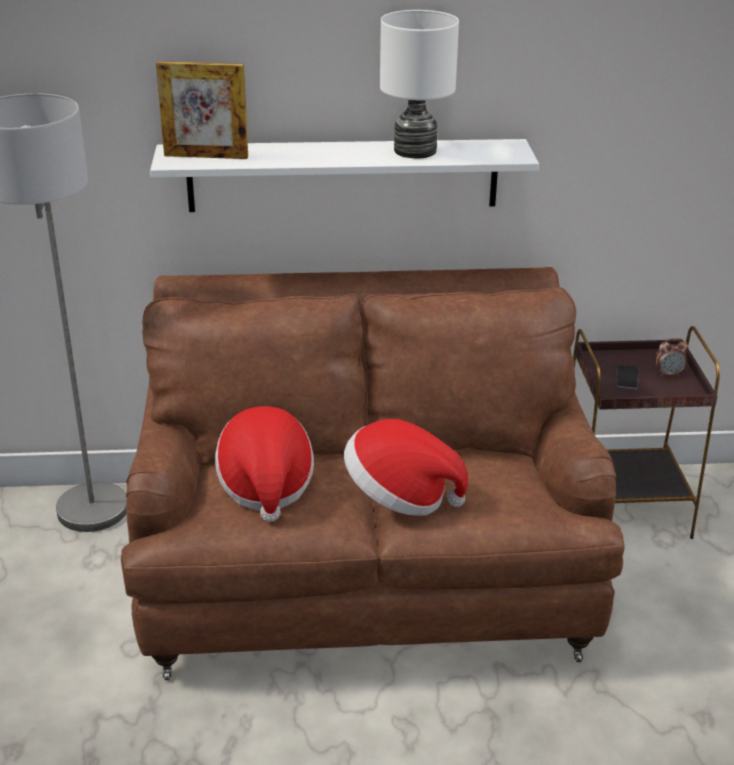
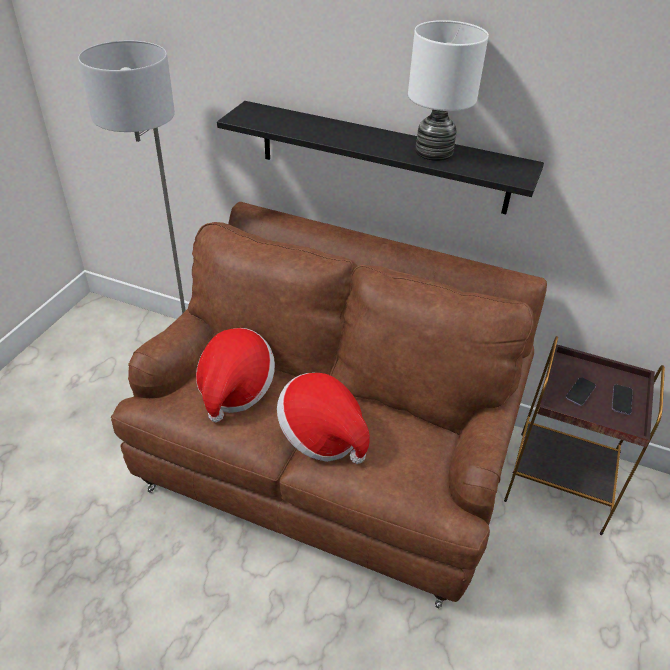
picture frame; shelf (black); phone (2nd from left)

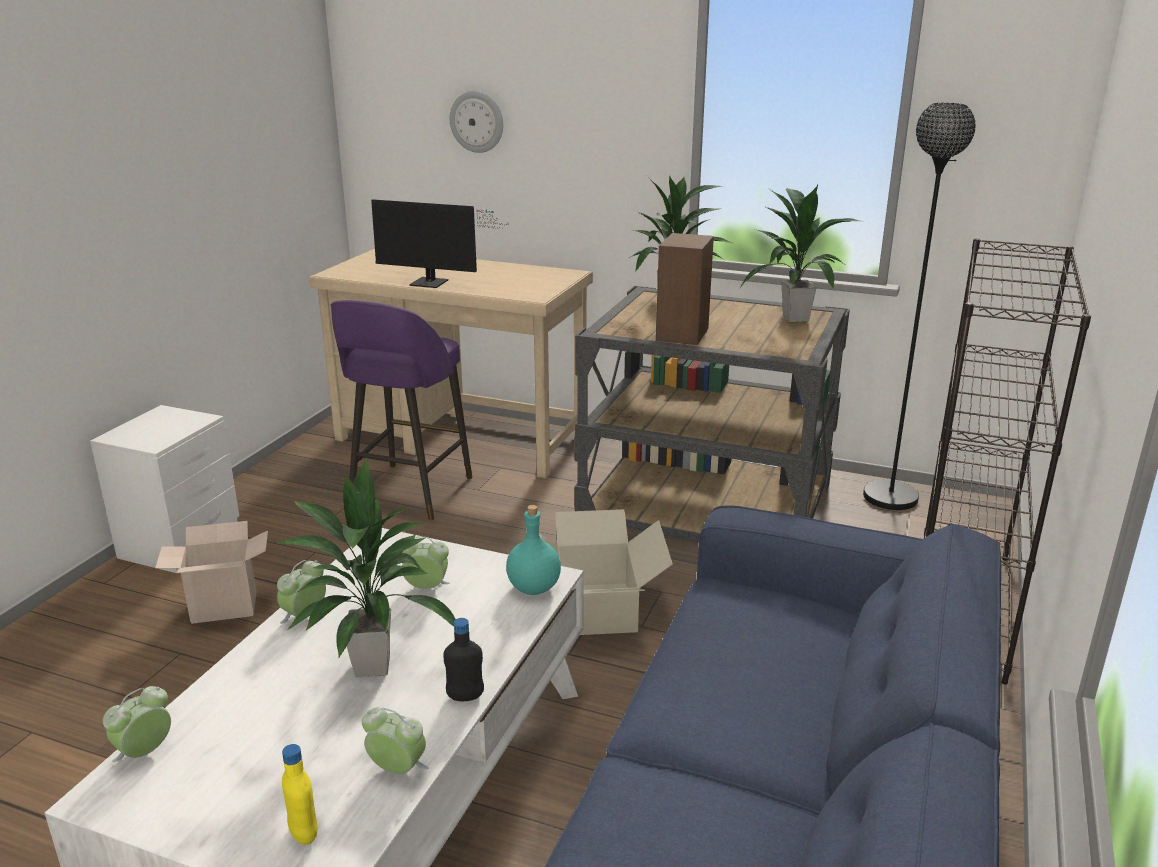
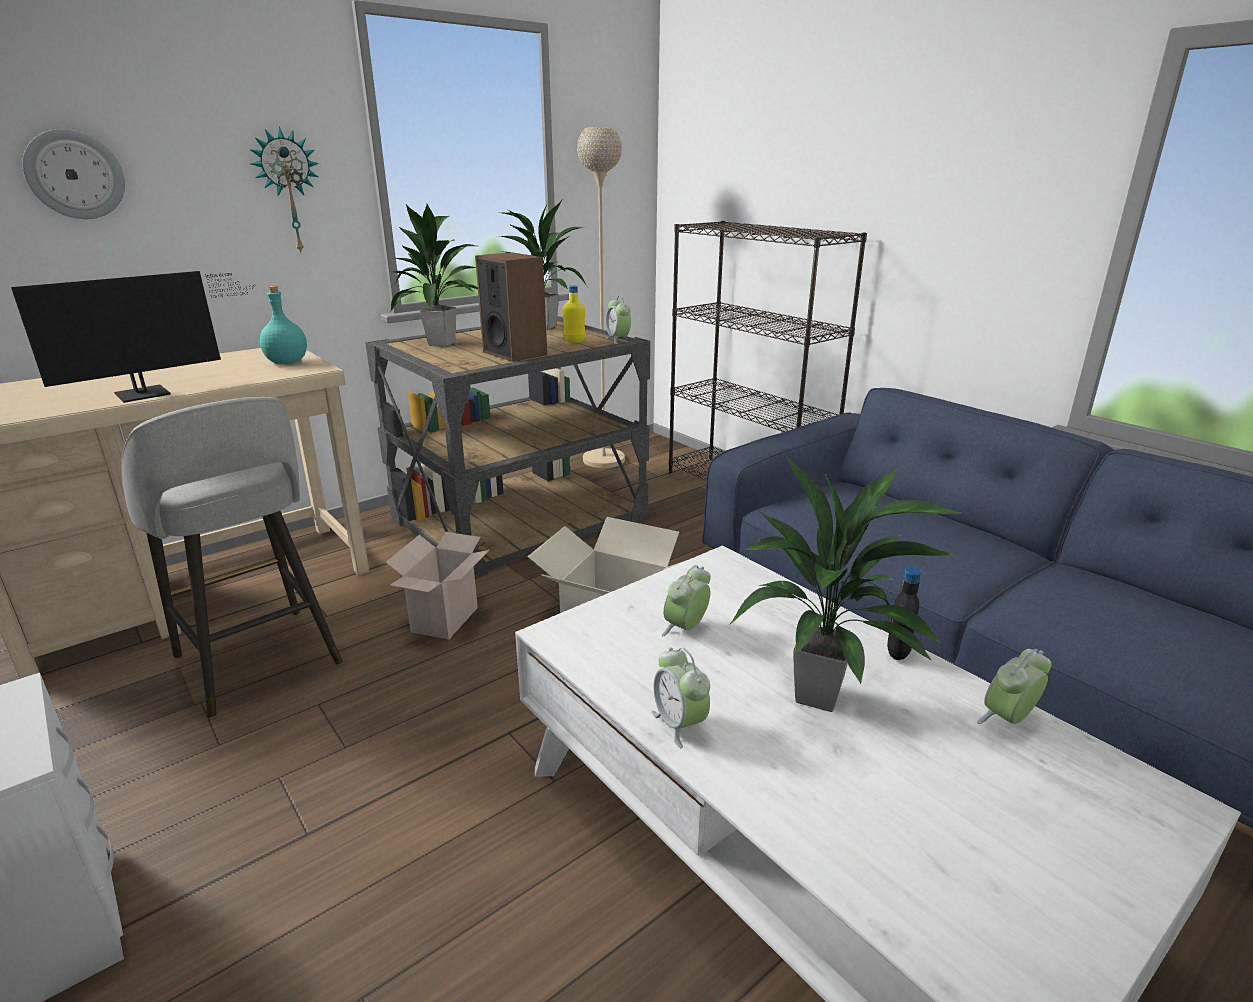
floor lamp (beige-coloured); stool (gray); bottle (blue-green); carton (1st from left); alarm clock (1st from left); bottle (yellow); hanging clock (2nd from left)

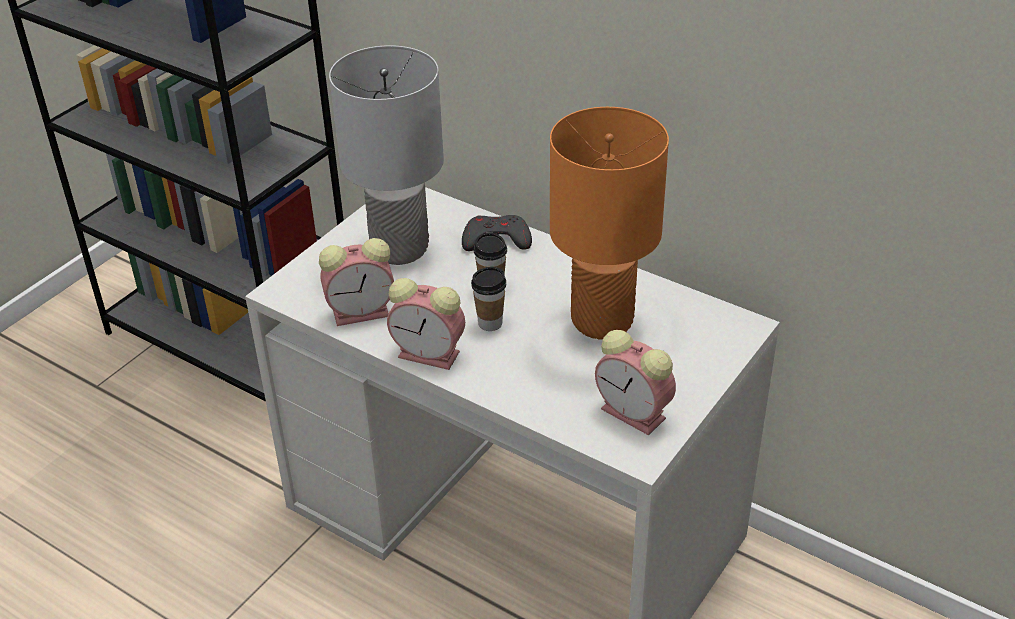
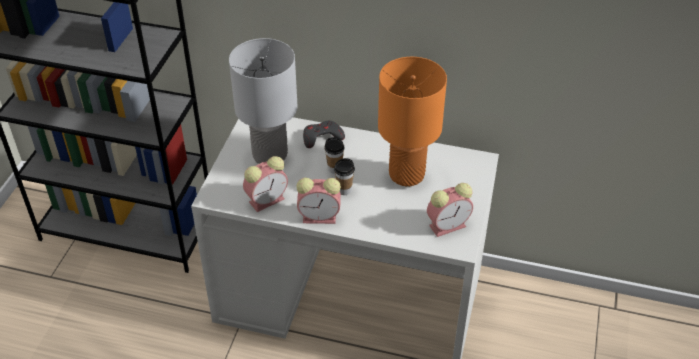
alarm clock (3rd from left)

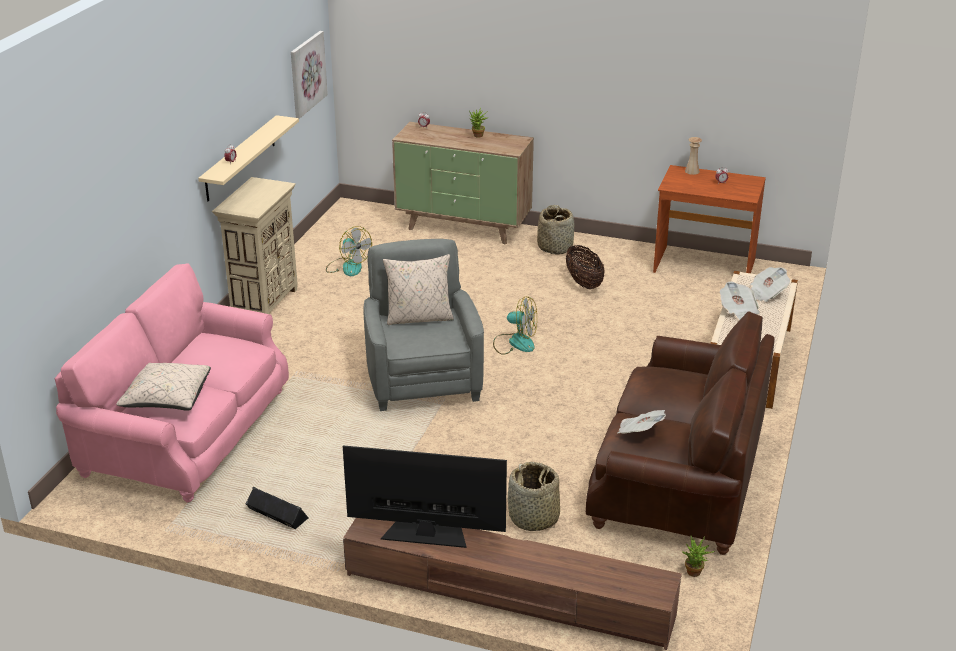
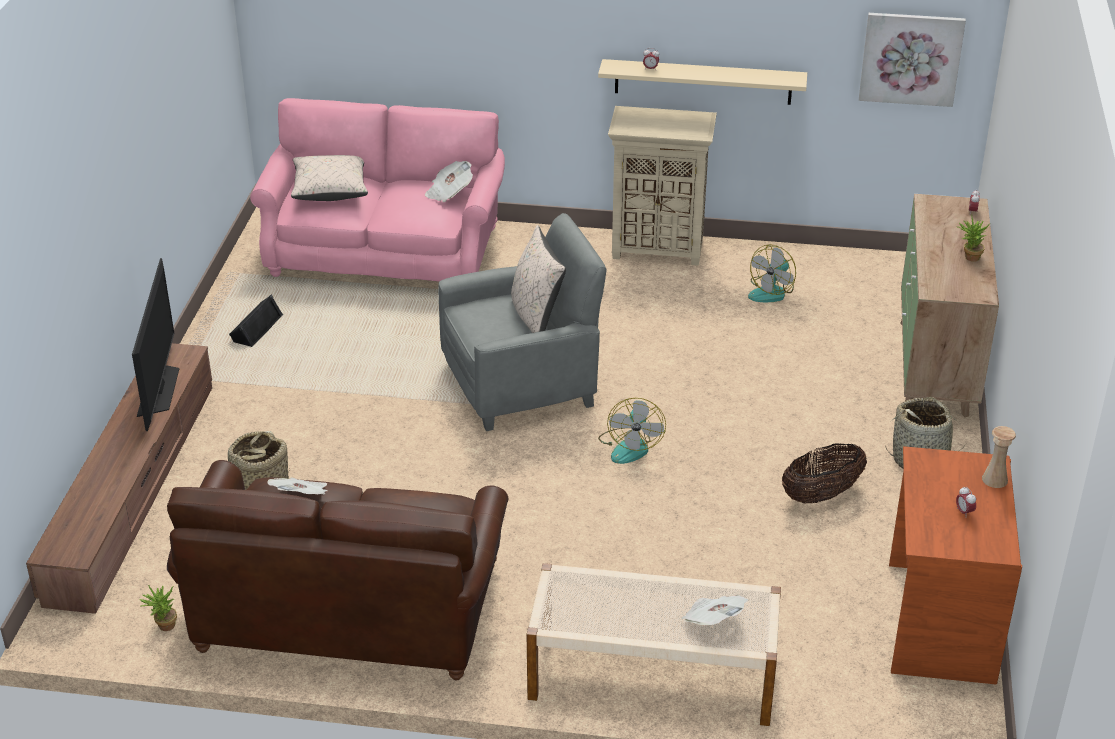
printed paper (2nd from left)

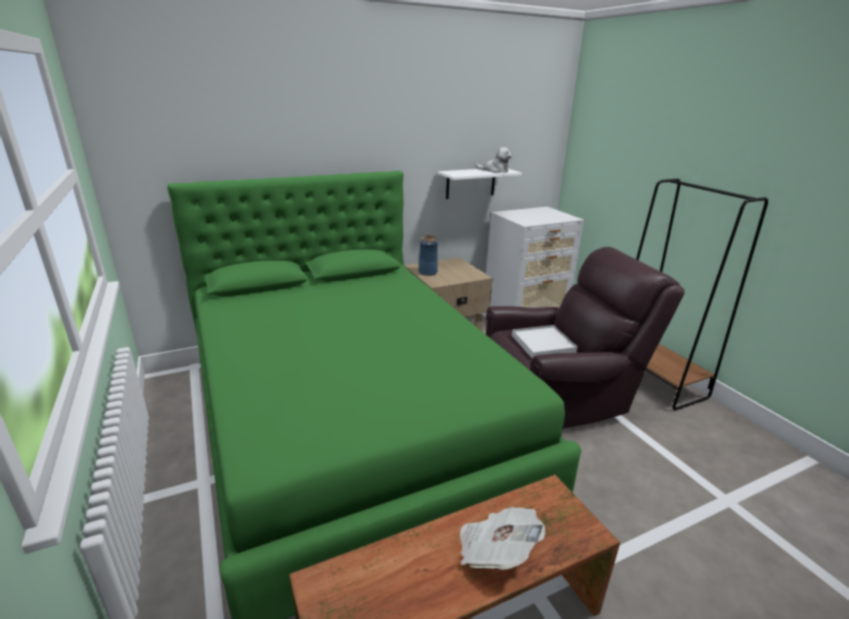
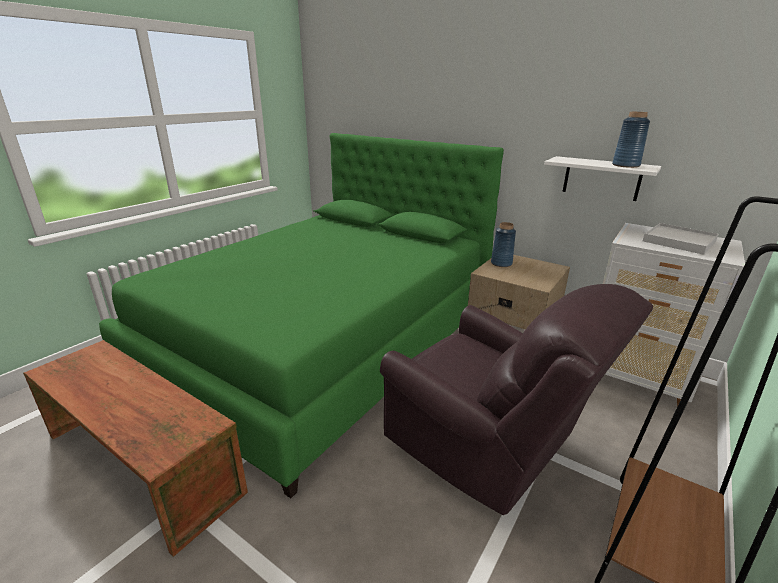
decorative vase (blue-coloured) (2nd from left); carrying tray (white-coloured); printed paper

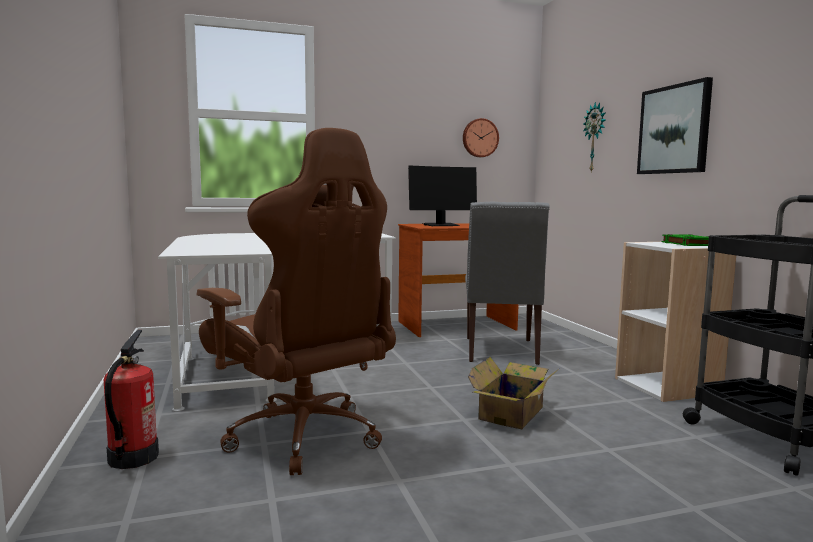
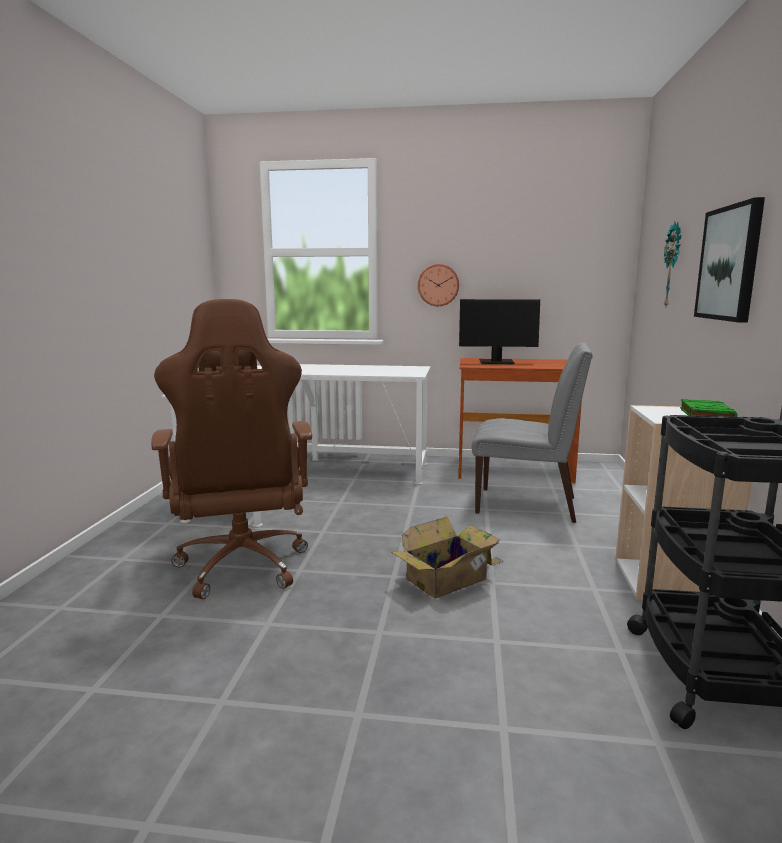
hanging clock (1st from left); plain chair (gray); fire-fighting cylinder

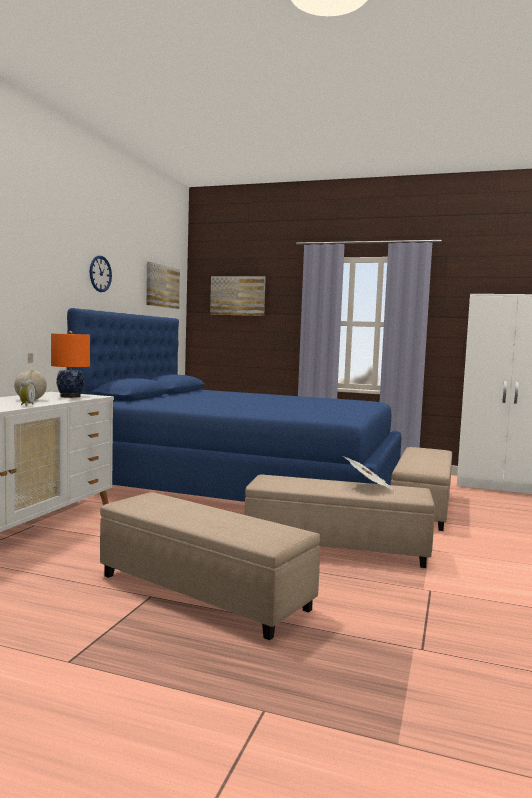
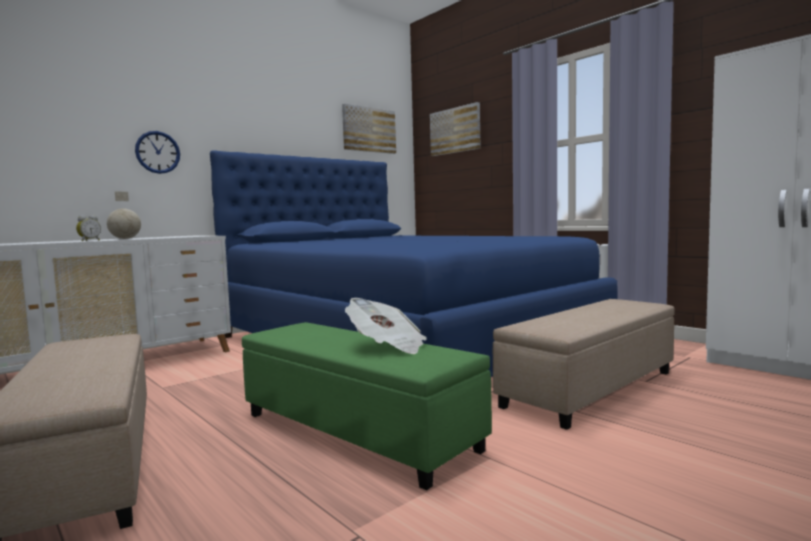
hanging clock; lamp for a table (orange-coloured); ottoman (greenish)

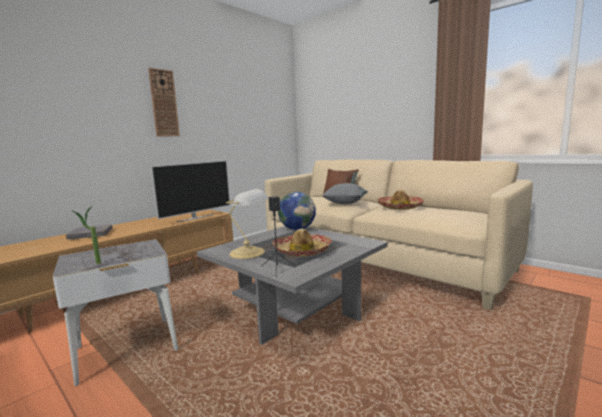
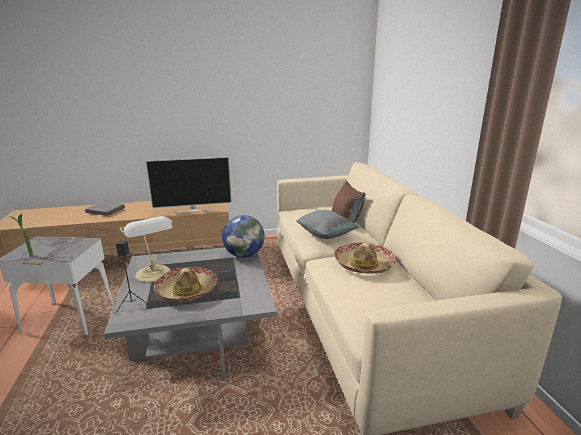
hanging clock

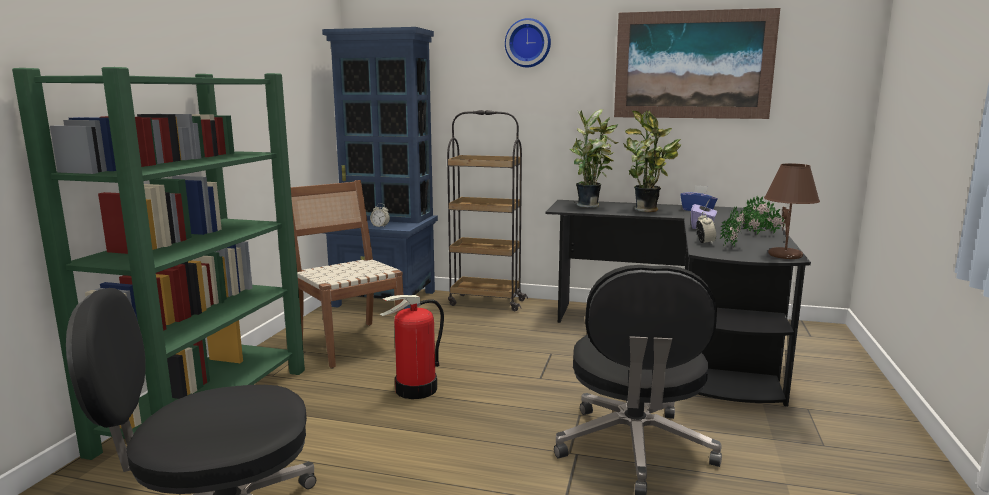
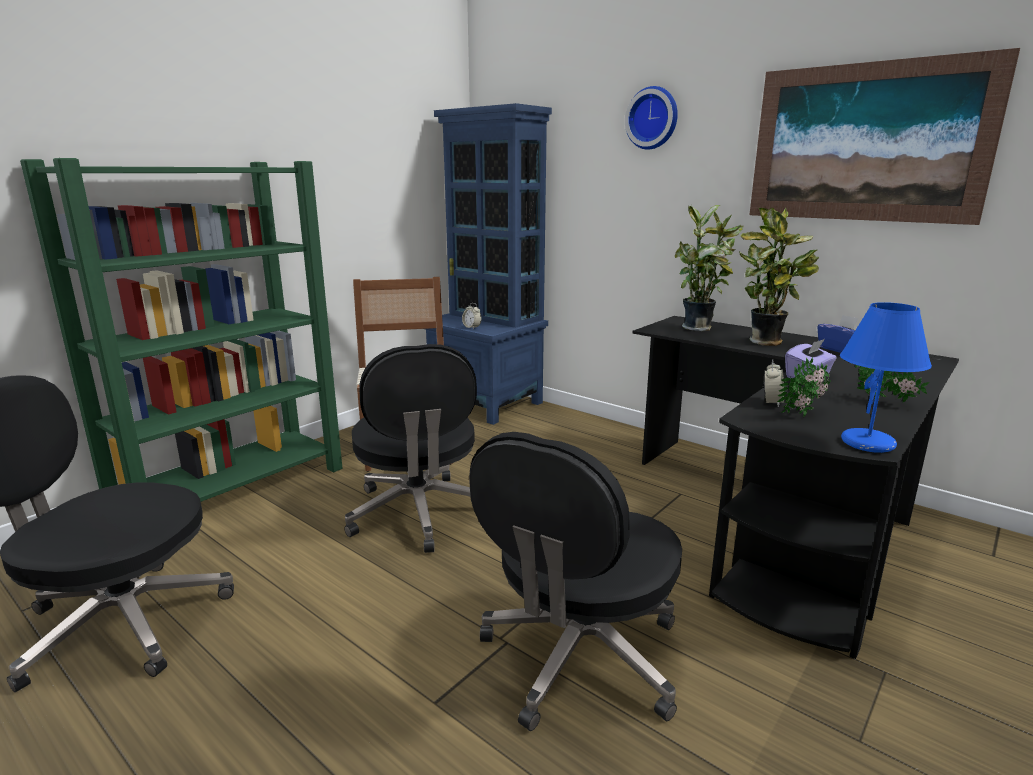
wheeled cart (brown-coloured); lamp for a table (blue-coloured); desk chair (black) (2nd from left)

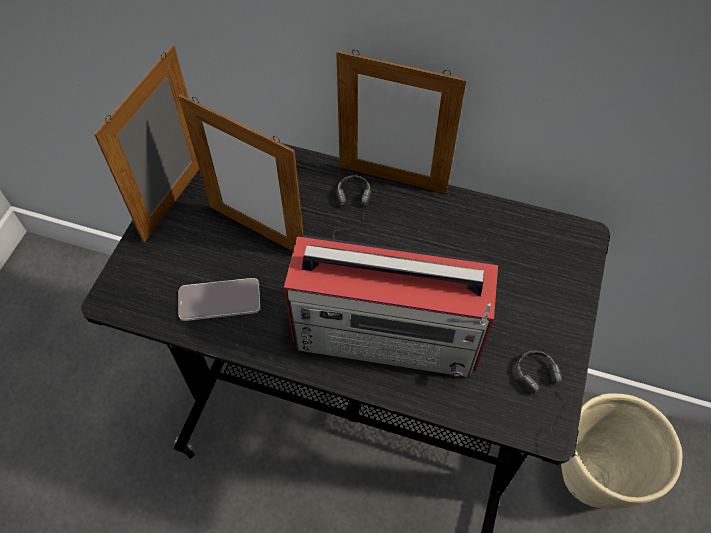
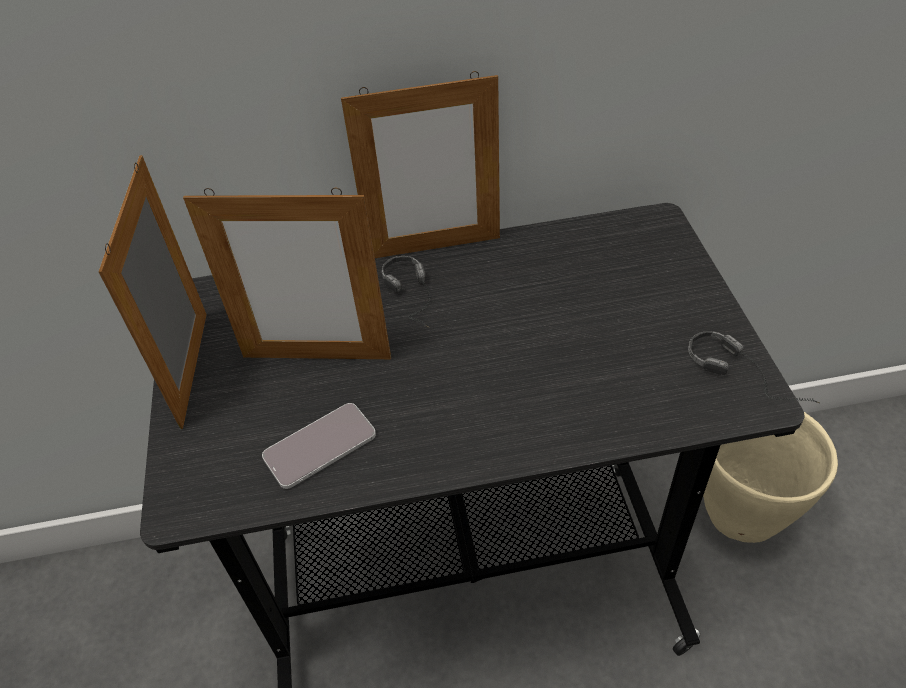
radio receiver

